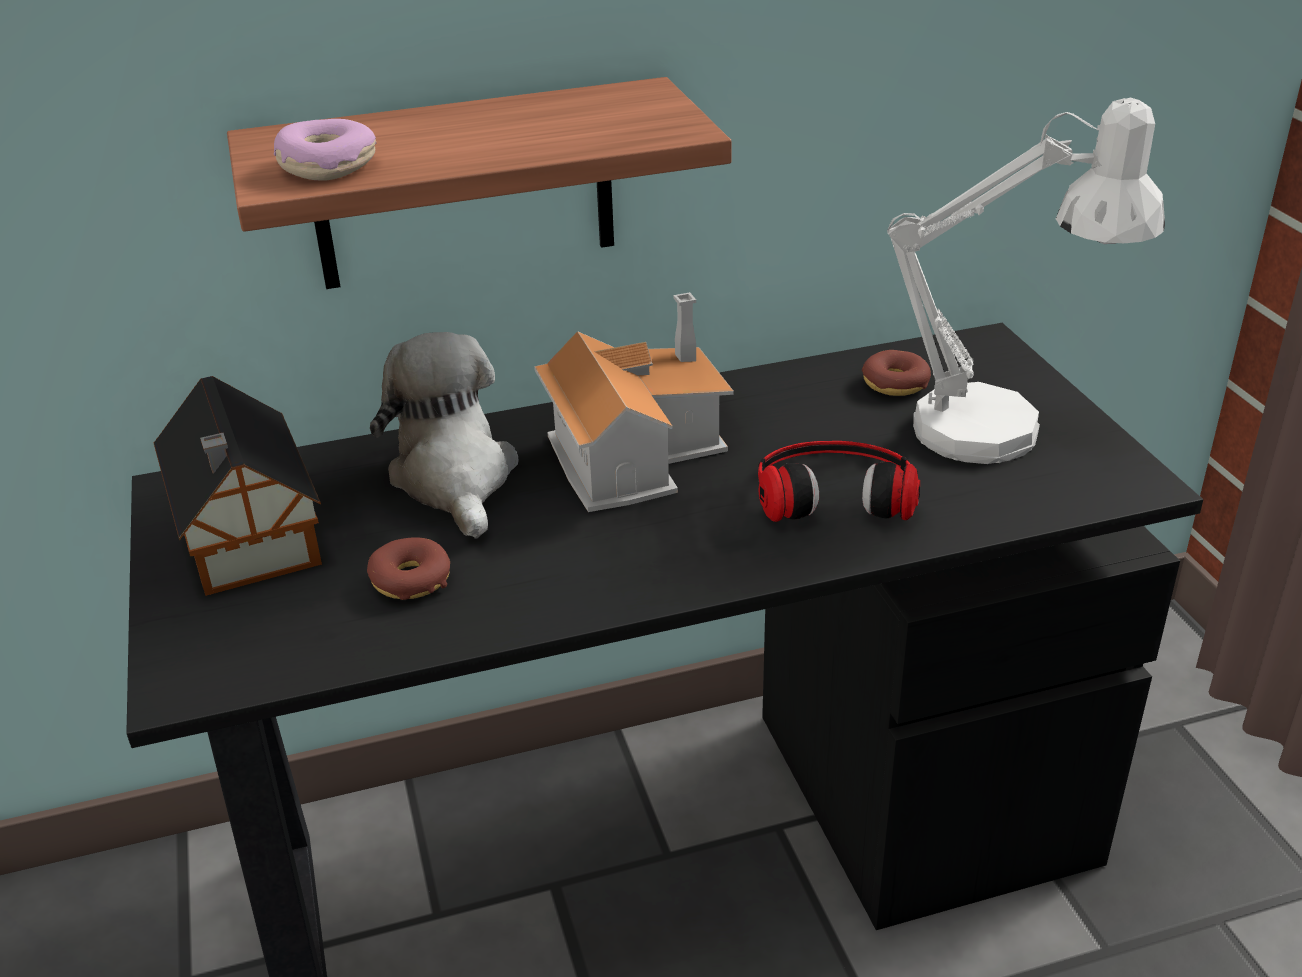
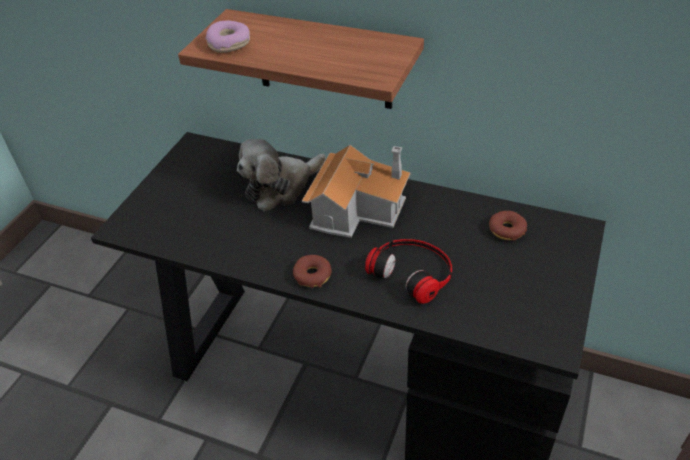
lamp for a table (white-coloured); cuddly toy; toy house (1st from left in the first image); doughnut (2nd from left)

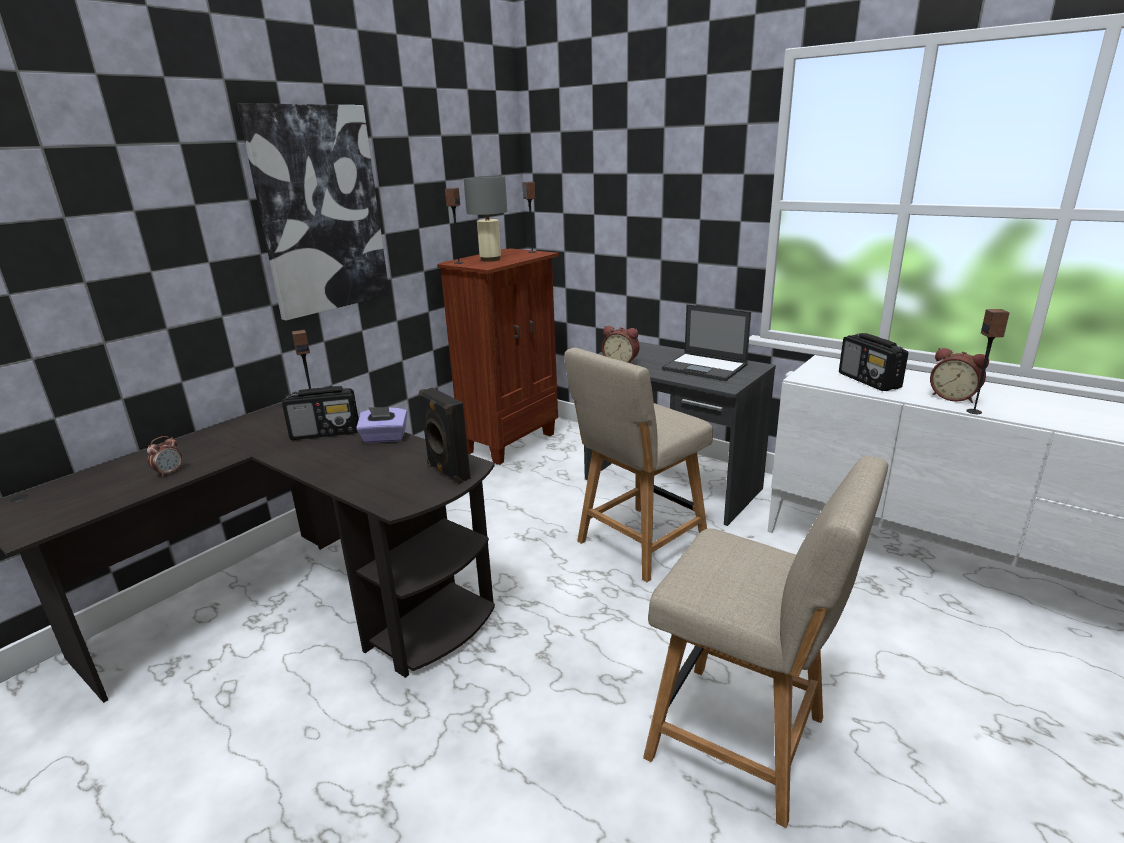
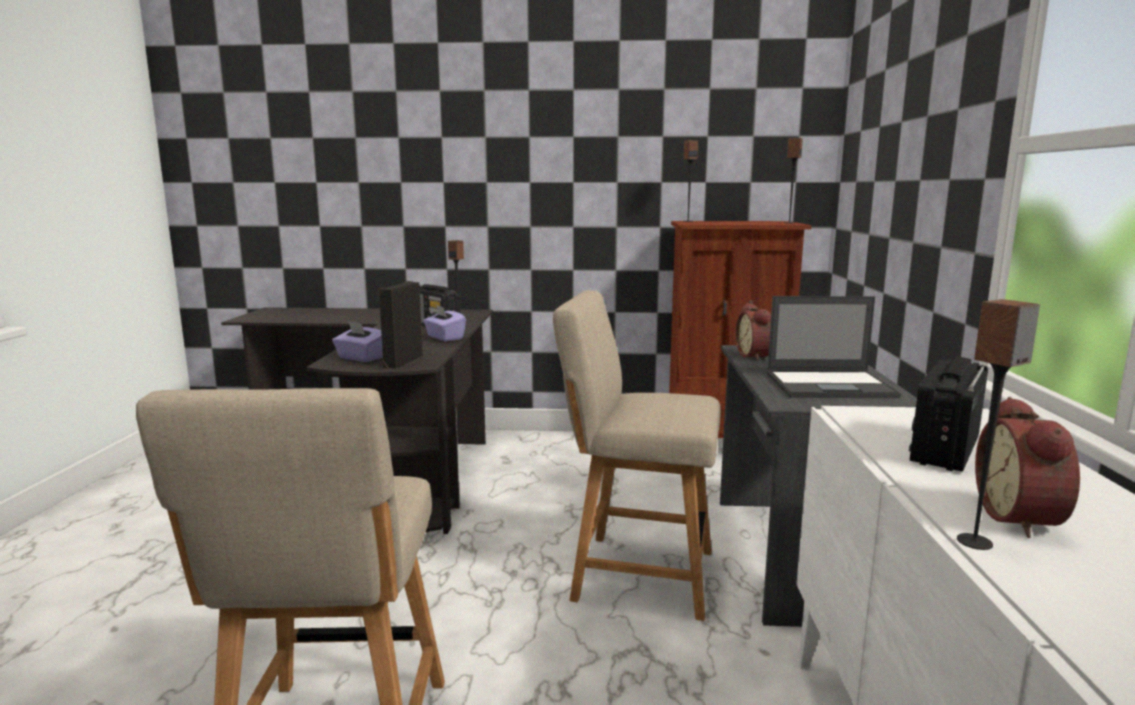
picture; lamp for a table (gray); laptop; alarm clock (1st from left in the first image); tissue box (purple-coloured) (1st from left)

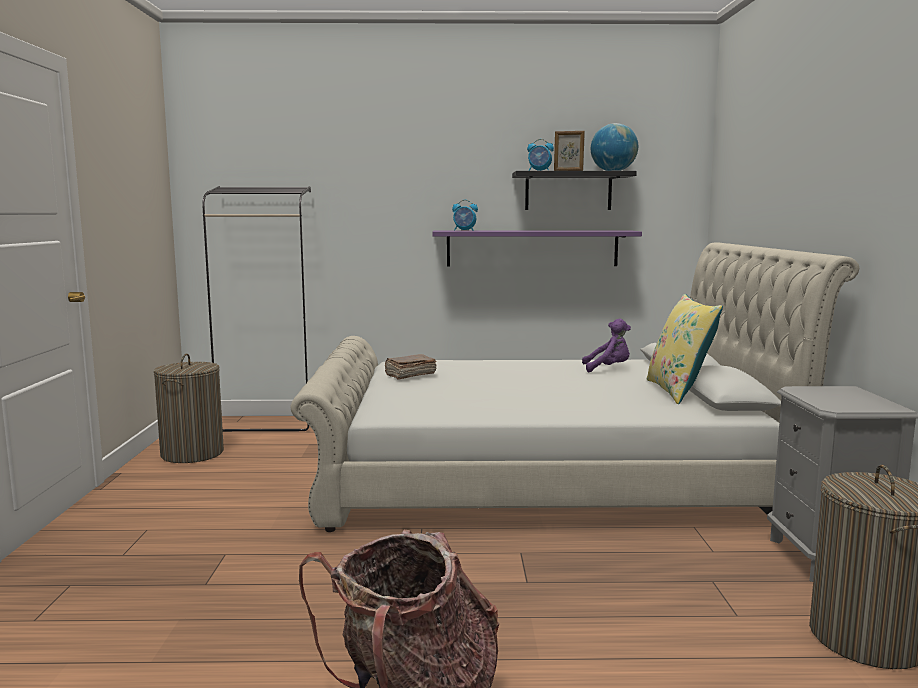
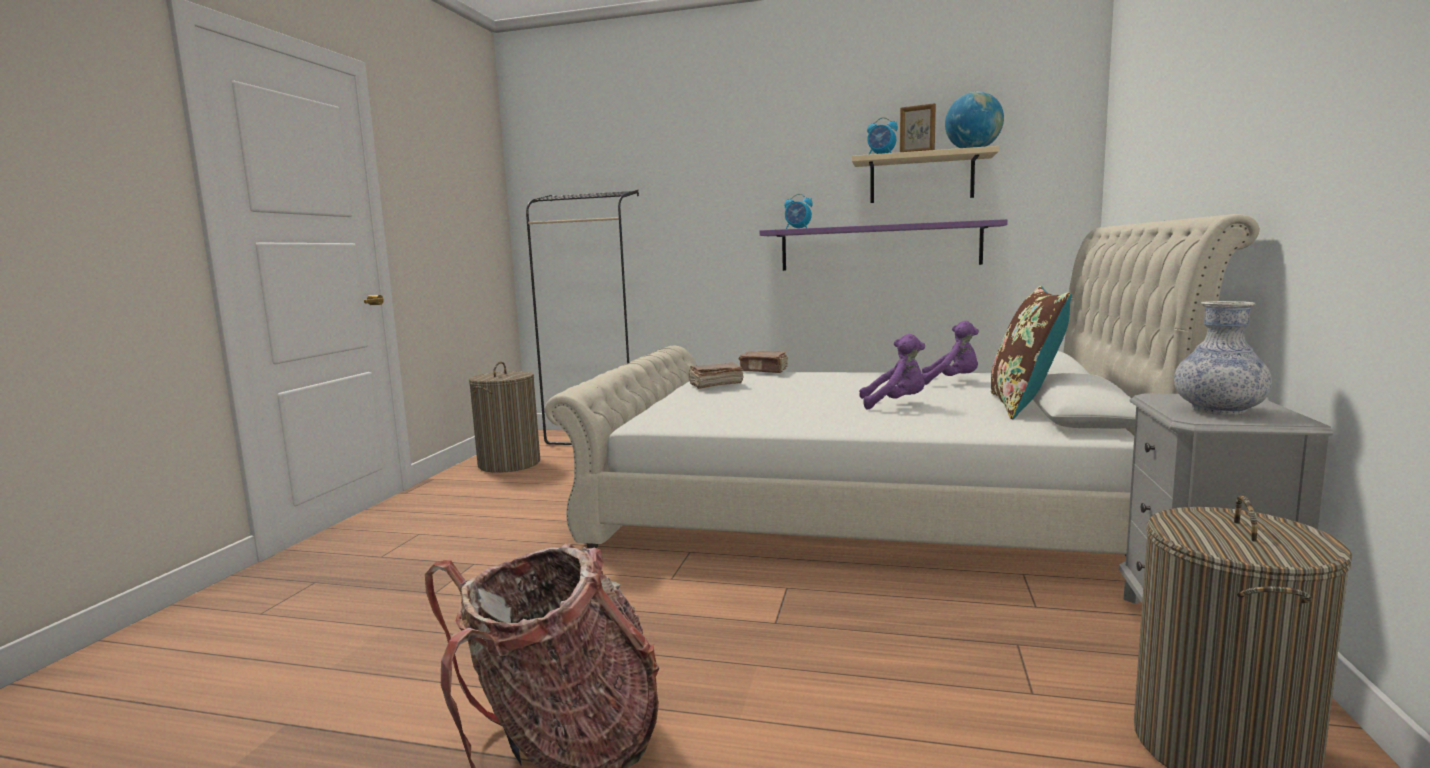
shelf (beige-coloured); cushion (brown-coloured); decorative vase; cuddly toy (purple-coloured) (1st from left); book (brown-coloured) (2nd from left)

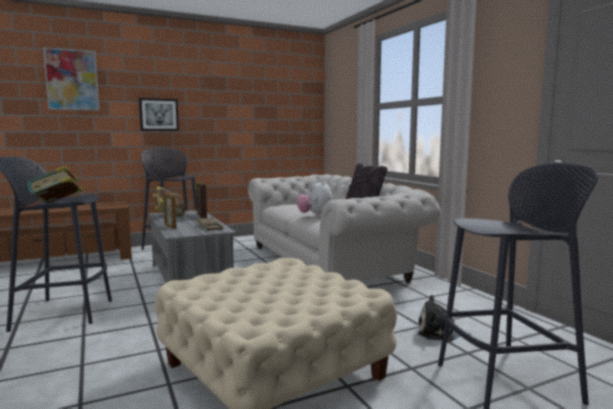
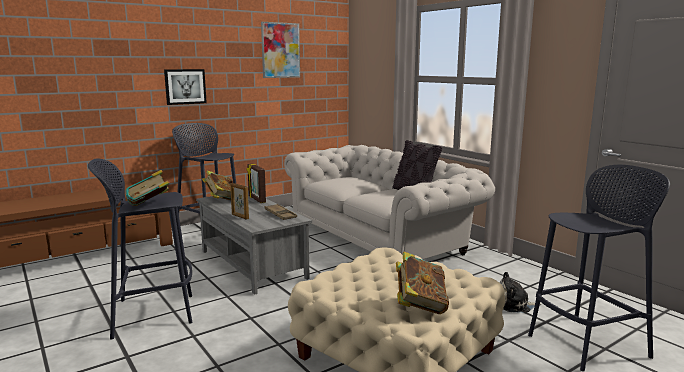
picture (2nd from left); cuddly toy (1st from left in the first image); book (3rd from left)

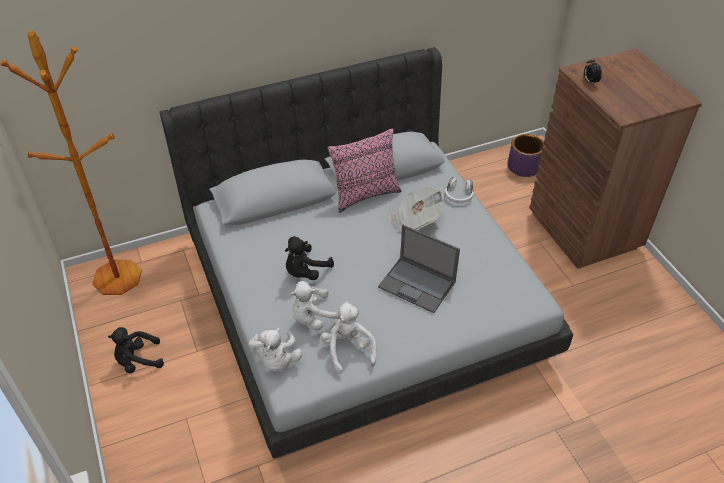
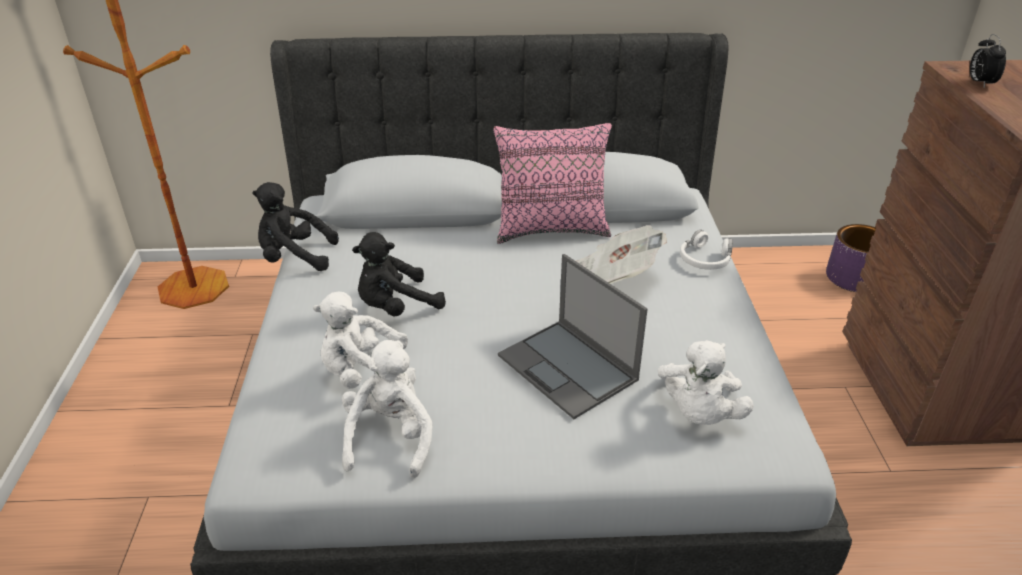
cuddly toy (black) (1st from left); cuddly toy (white-coloured) (3rd from left)

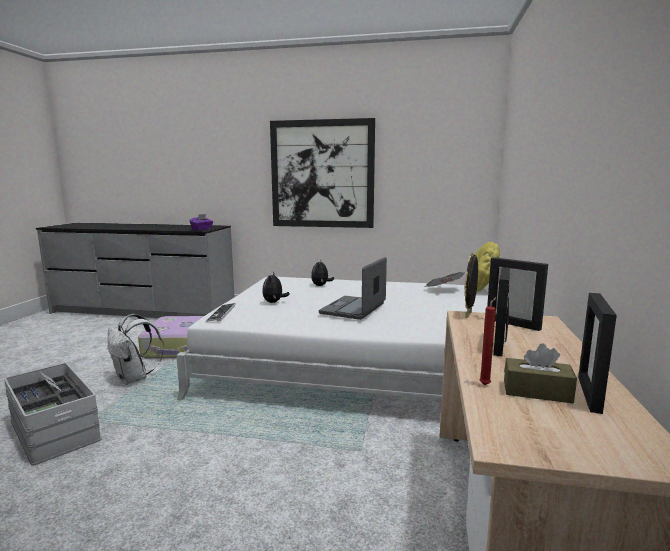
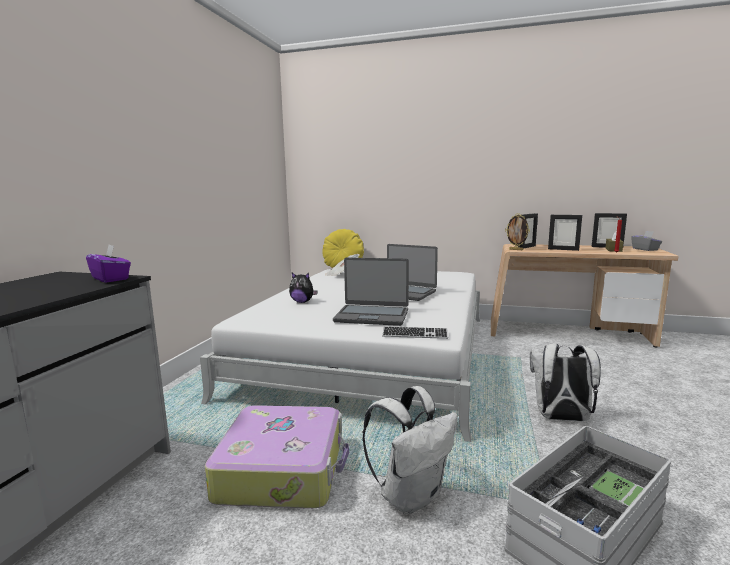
picture; laptop (1st from left); tissue box (gray); knapsack (white-coloured) (2nd from left)

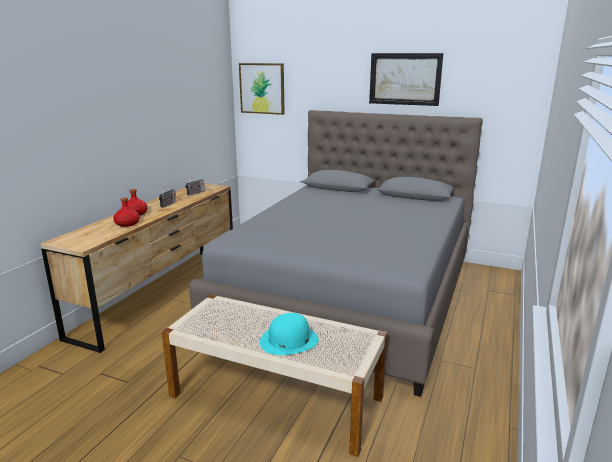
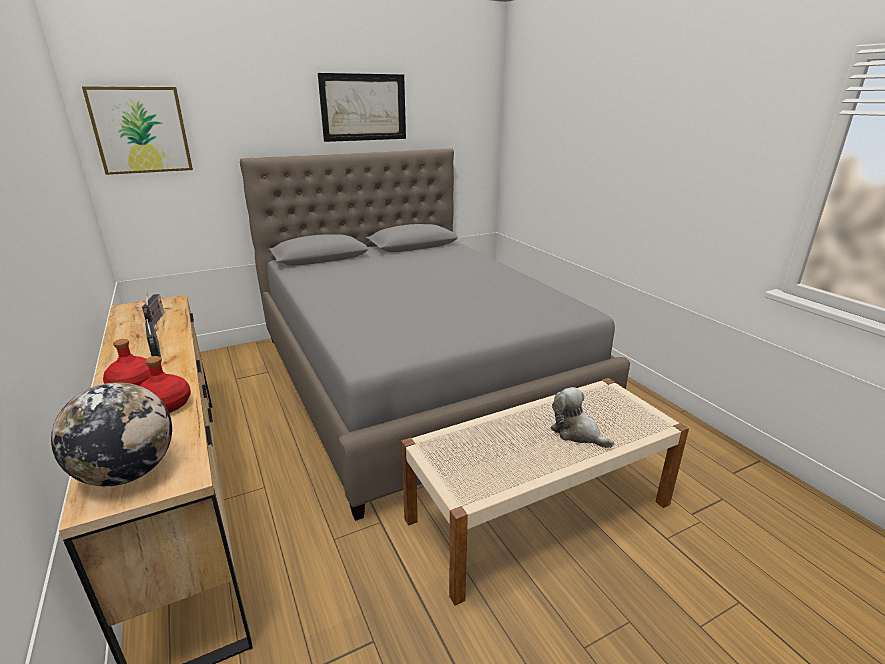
cuddly toy; world globe

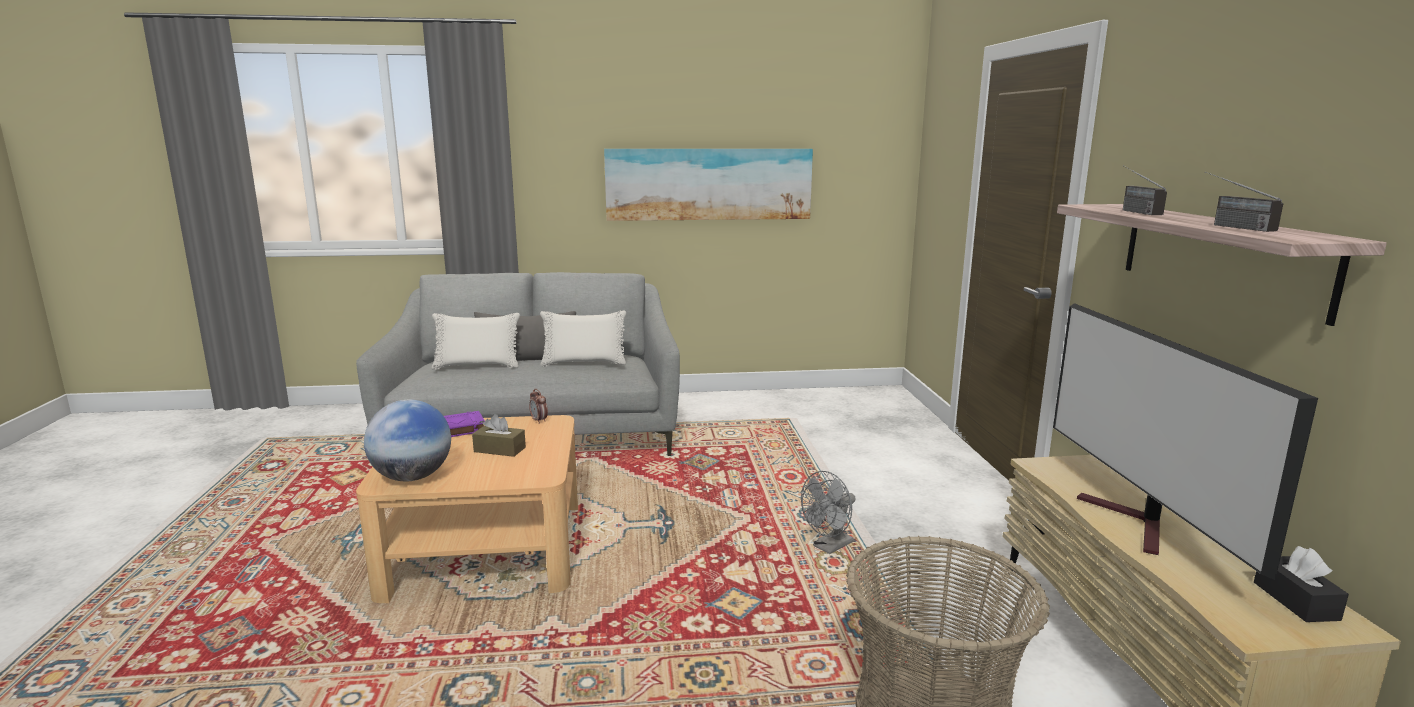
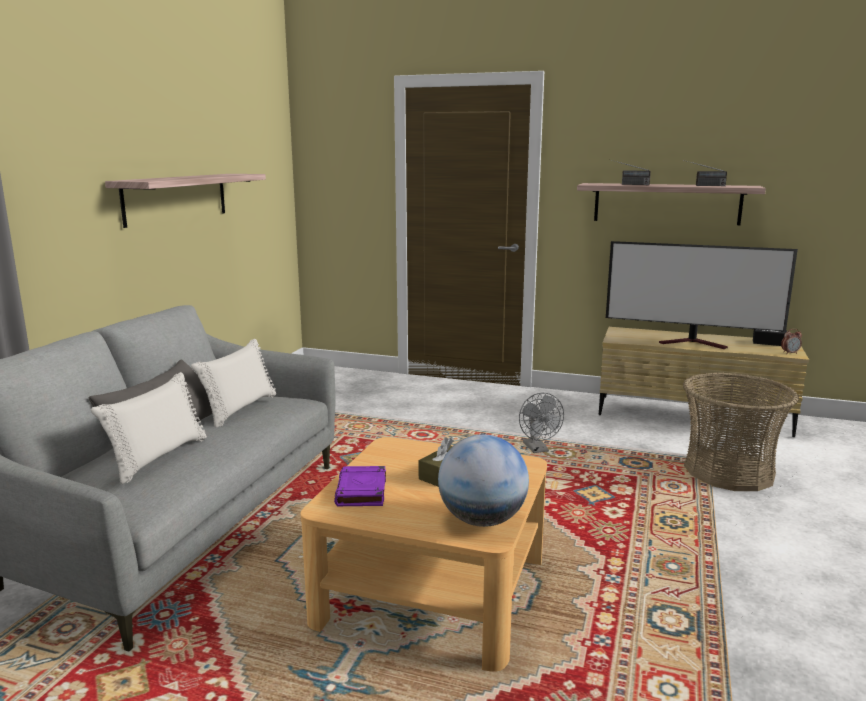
shelf (1st from left); alarm clock

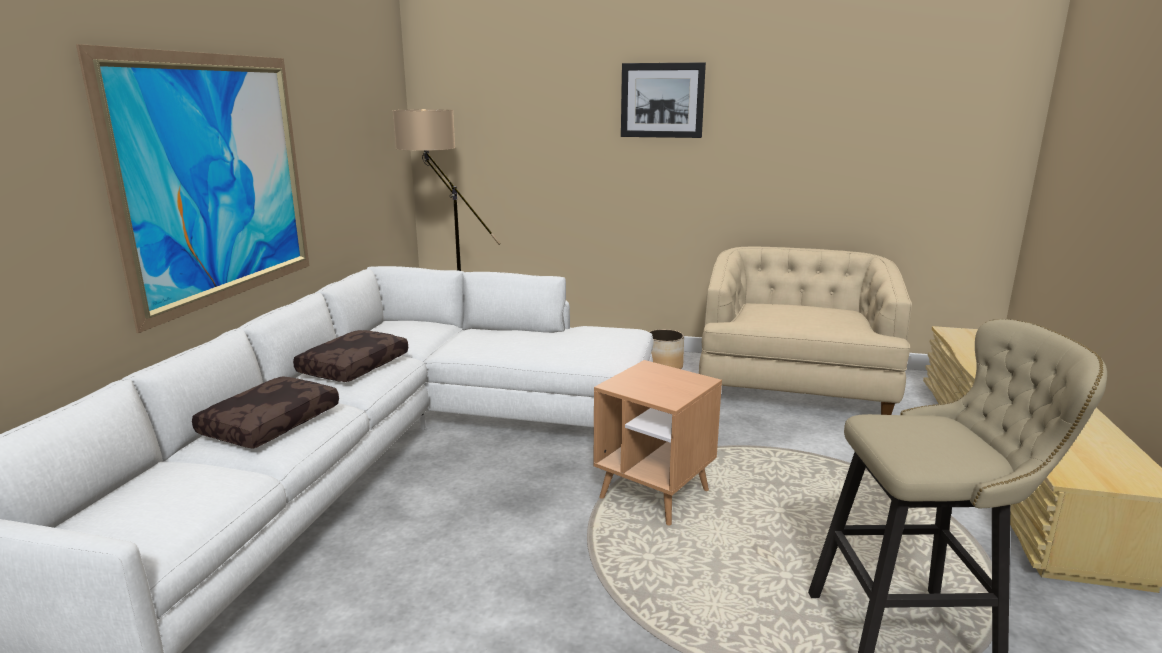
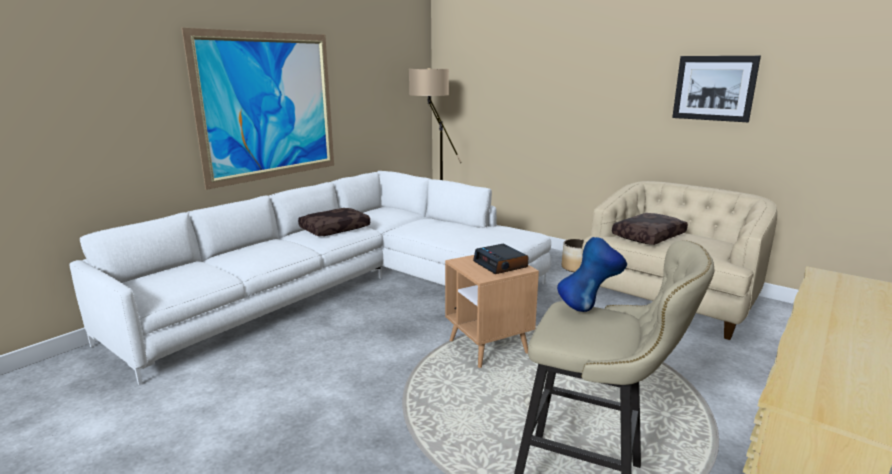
picture (2nd from left); cushion (brown-coloured) (2nd from left); decorative vase (blue-coloured); alarm clock

